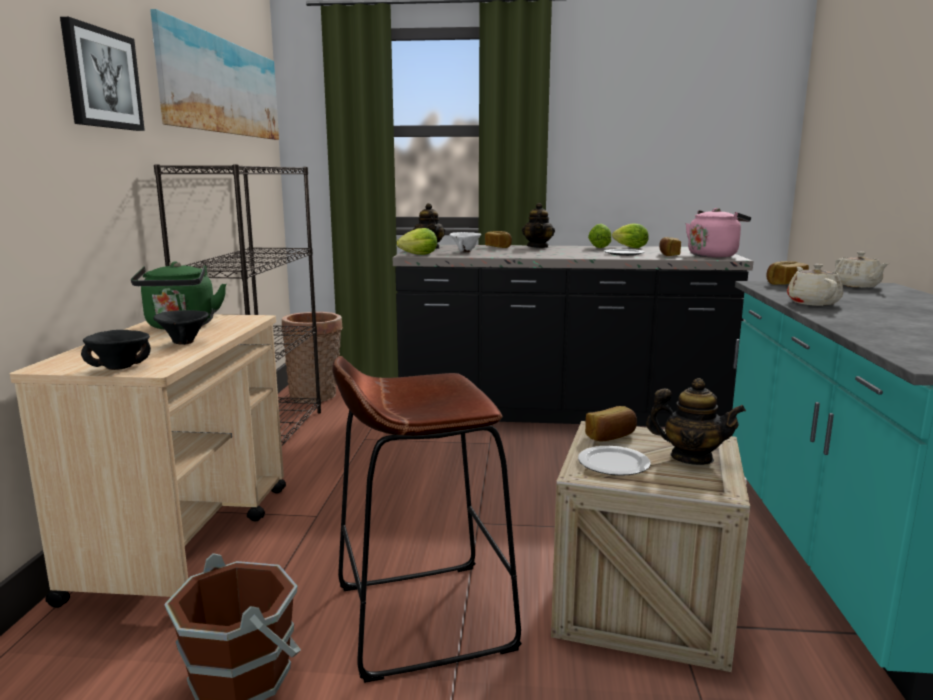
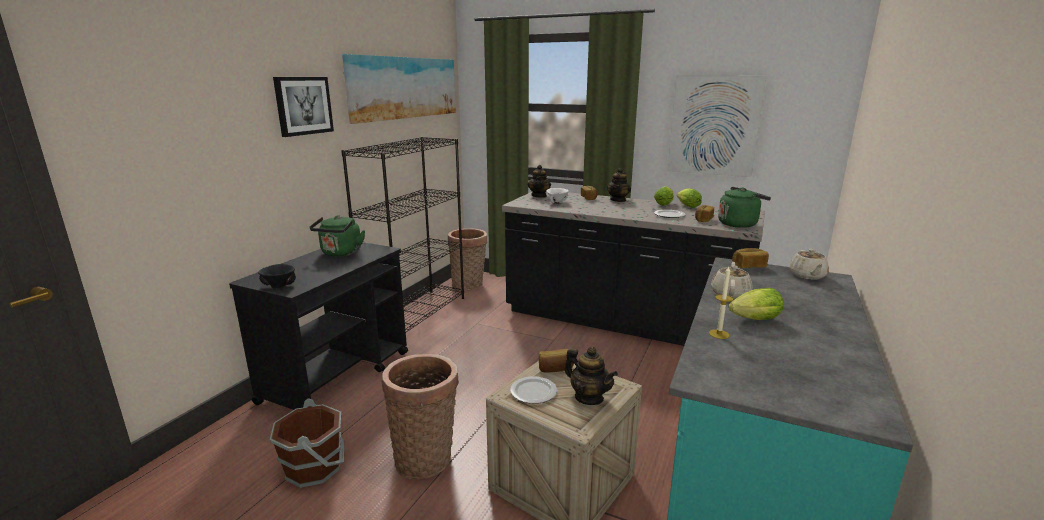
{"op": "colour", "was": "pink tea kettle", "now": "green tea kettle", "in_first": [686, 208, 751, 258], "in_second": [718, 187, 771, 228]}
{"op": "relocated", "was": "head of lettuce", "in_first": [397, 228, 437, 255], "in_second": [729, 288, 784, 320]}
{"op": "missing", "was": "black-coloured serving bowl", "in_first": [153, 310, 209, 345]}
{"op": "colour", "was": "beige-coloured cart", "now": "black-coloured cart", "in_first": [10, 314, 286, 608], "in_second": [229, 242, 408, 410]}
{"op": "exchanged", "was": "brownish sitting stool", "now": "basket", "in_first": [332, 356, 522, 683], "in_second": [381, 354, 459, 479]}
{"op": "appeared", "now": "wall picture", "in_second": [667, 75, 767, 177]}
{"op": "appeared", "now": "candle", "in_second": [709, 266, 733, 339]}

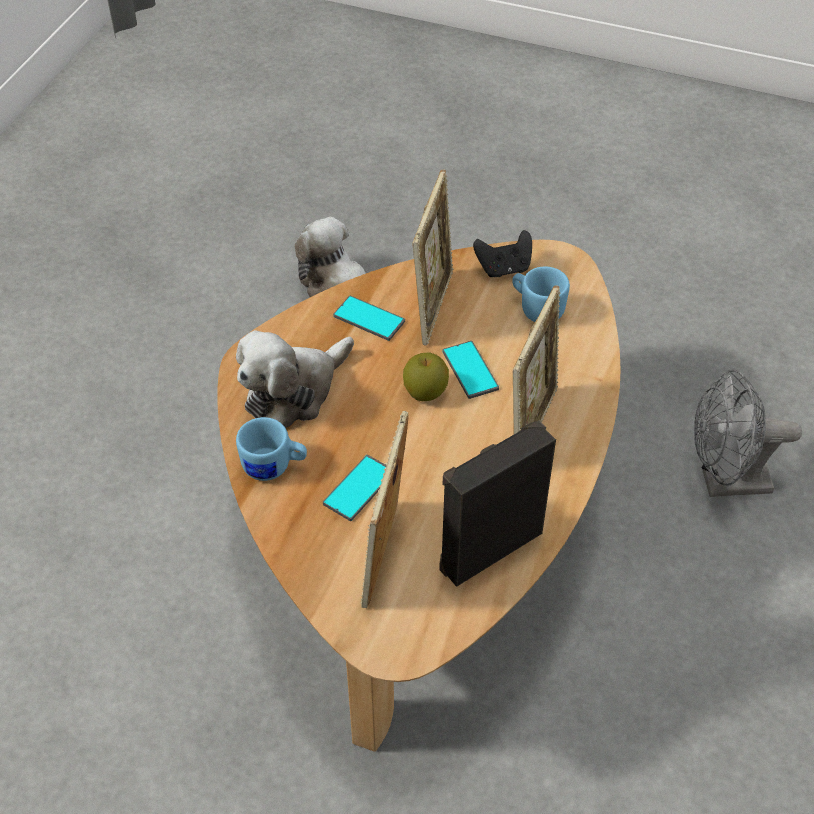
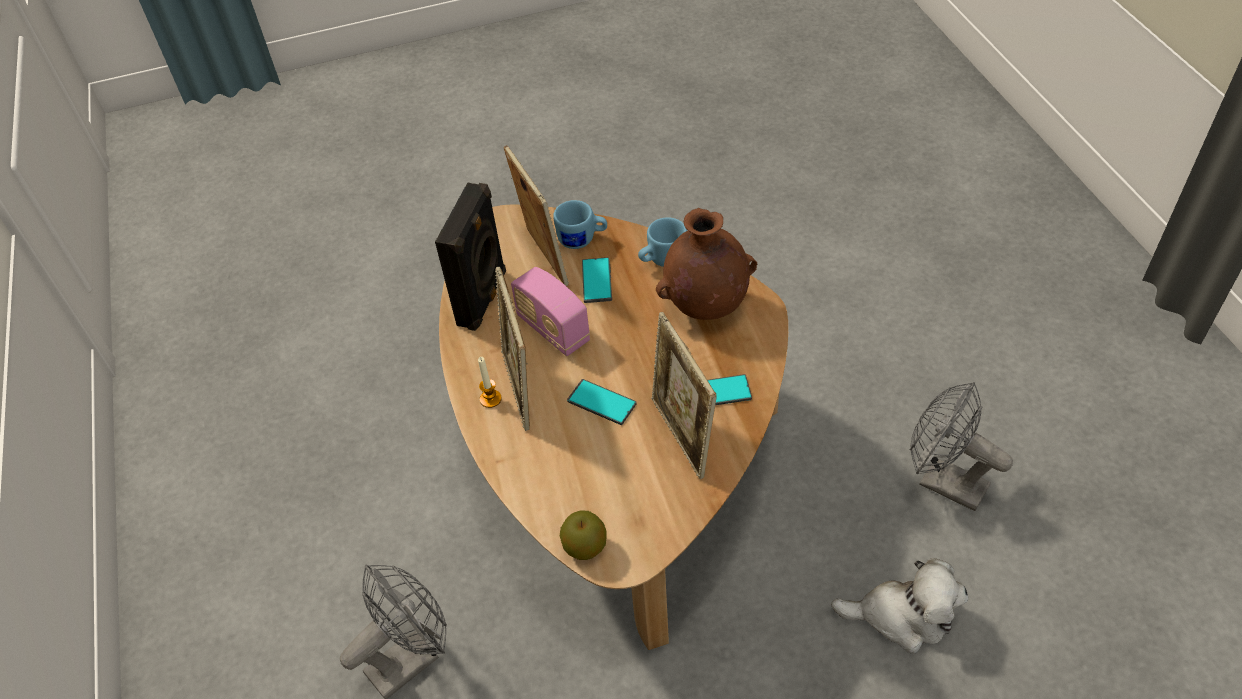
{"op": "missing", "was": "black-coloured gamepad", "in_first": [473, 230, 532, 277]}
{"op": "relocated", "was": "blue-coloured tea mug", "in_first": [512, 267, 570, 322], "in_second": [553, 200, 607, 249]}
{"op": "exchanged", "was": "cuddly toy", "now": "brownish vase", "in_first": [236, 330, 354, 428], "in_second": [656, 208, 757, 320]}
{"op": "relocated", "was": "apple", "in_first": [403, 352, 449, 401], "in_second": [560, 510, 607, 560]}
{"op": "appeared", "now": "radio set", "in_second": [511, 267, 590, 356]}
{"op": "appeared", "now": "candle", "in_second": [478, 357, 502, 408]}
{"op": "appeared", "now": "gray cooling fan", "in_second": [910, 382, 1013, 511]}

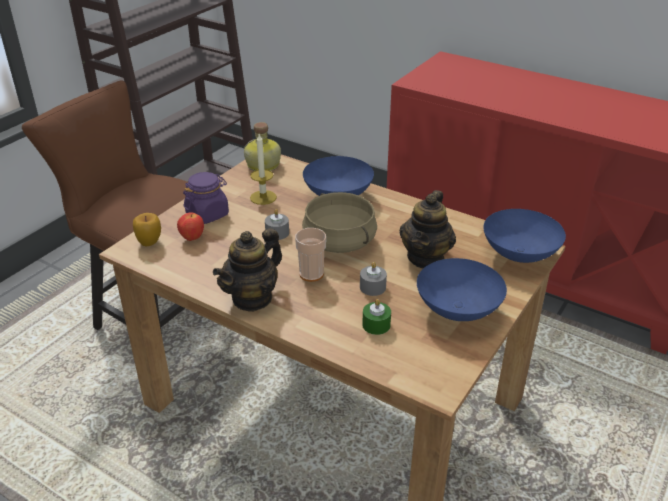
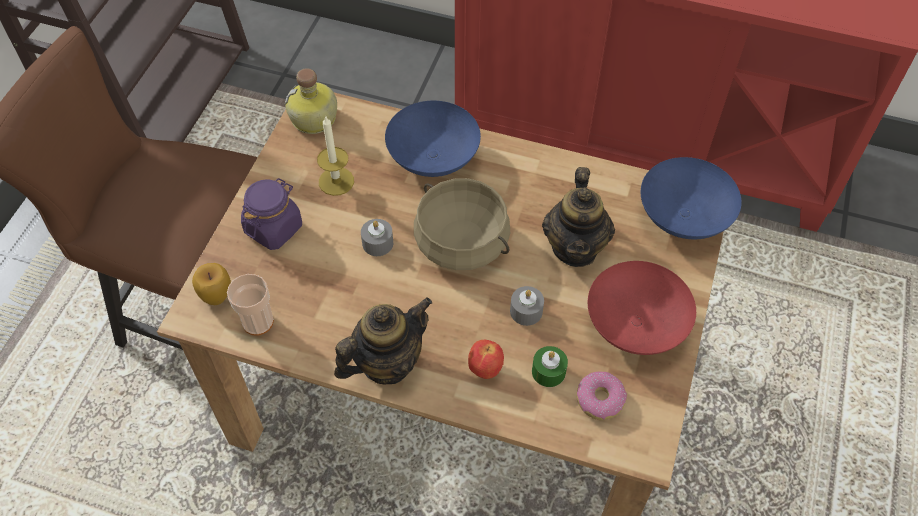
{"op": "relocated", "was": "apple", "in_first": [177, 212, 204, 241], "in_second": [468, 340, 504, 379]}
{"op": "spun", "was": "teapot", "in_first": [213, 228, 282, 312], "in_second": [334, 297, 432, 384], "clockwise": -150}
{"op": "relocated", "was": "drinking cup", "in_first": [295, 228, 326, 282], "in_second": [227, 274, 274, 336]}
{"op": "colour", "was": "blue-coloured serving bowl", "now": "red serving bowl", "in_first": [417, 258, 507, 321], "in_second": [588, 261, 696, 355]}
{"op": "appeared", "now": "doughnut", "in_second": [577, 372, 627, 420]}

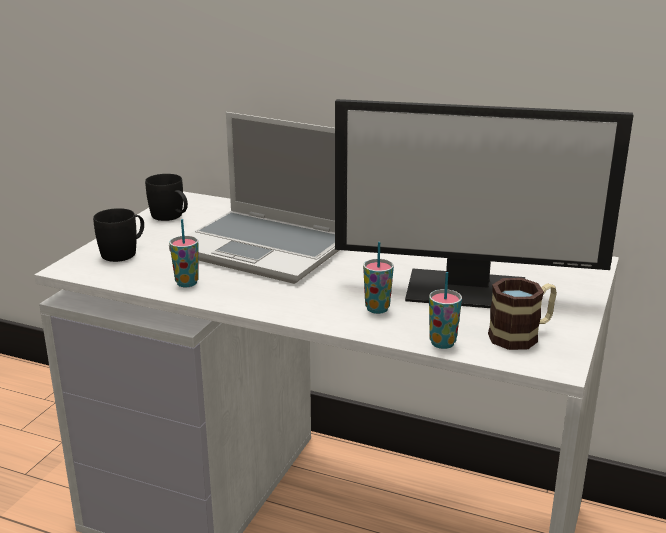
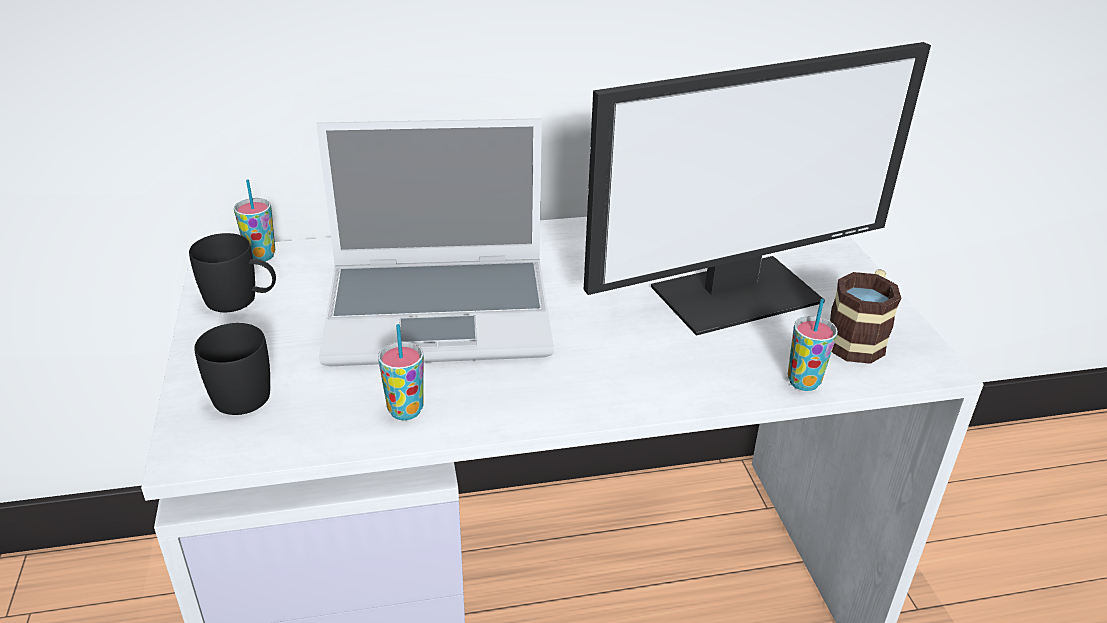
{"op": "relocated", "was": "drinking cup", "in_first": [363, 242, 394, 314], "in_second": [234, 179, 275, 261]}

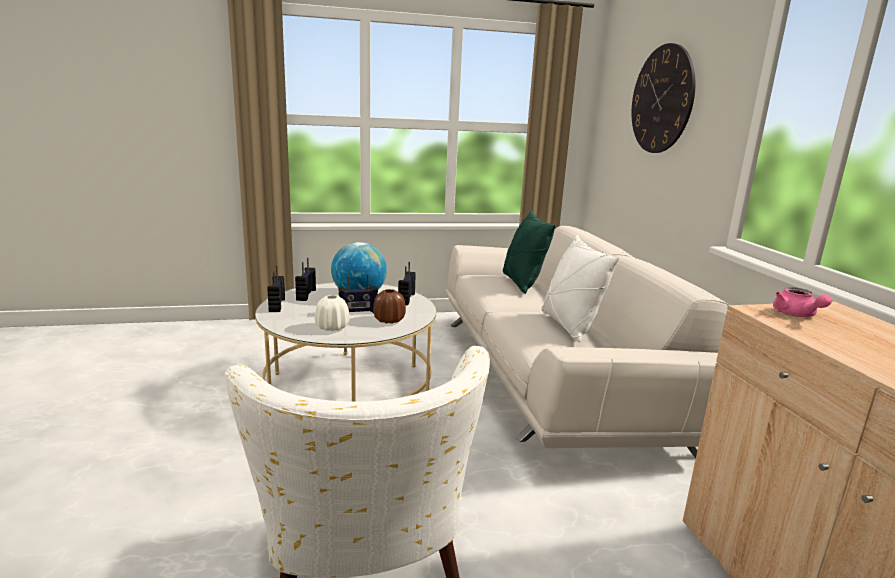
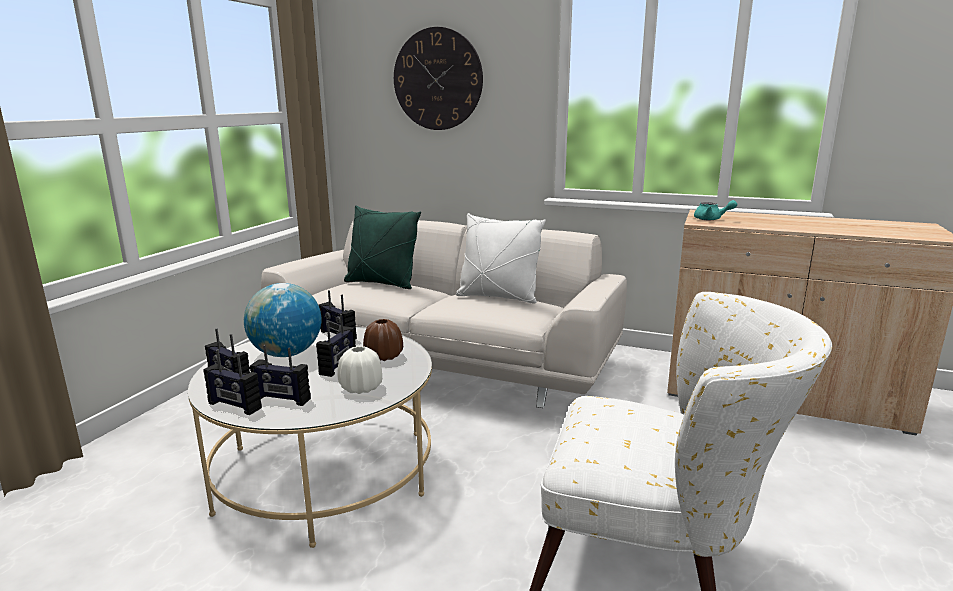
{"op": "colour", "was": "pink teapot", "now": "turquoise teapot", "in_first": [773, 287, 832, 317], "in_second": [694, 200, 737, 220]}
{"op": "appeared", "now": "radio set", "in_second": [250, 345, 311, 406]}

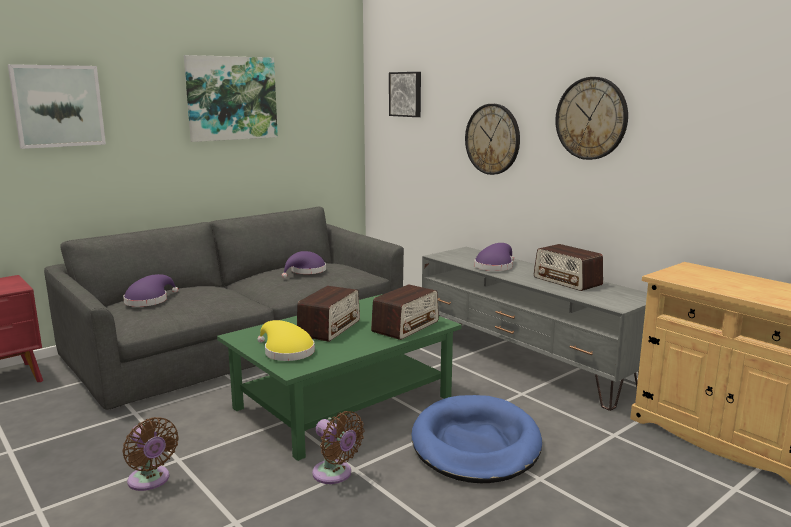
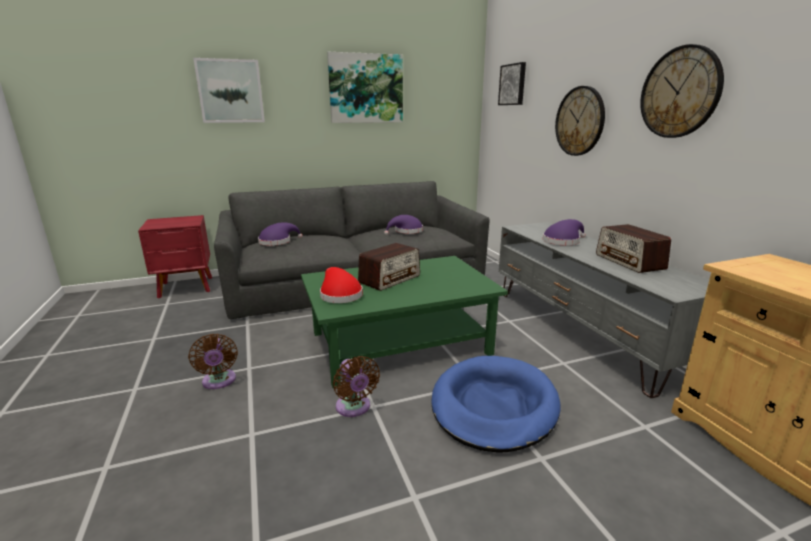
{"op": "missing", "was": "radio set", "in_first": [371, 284, 439, 340]}
{"op": "colour", "was": "yellow hat", "now": "red hat", "in_first": [257, 320, 315, 361], "in_second": [320, 267, 363, 303]}

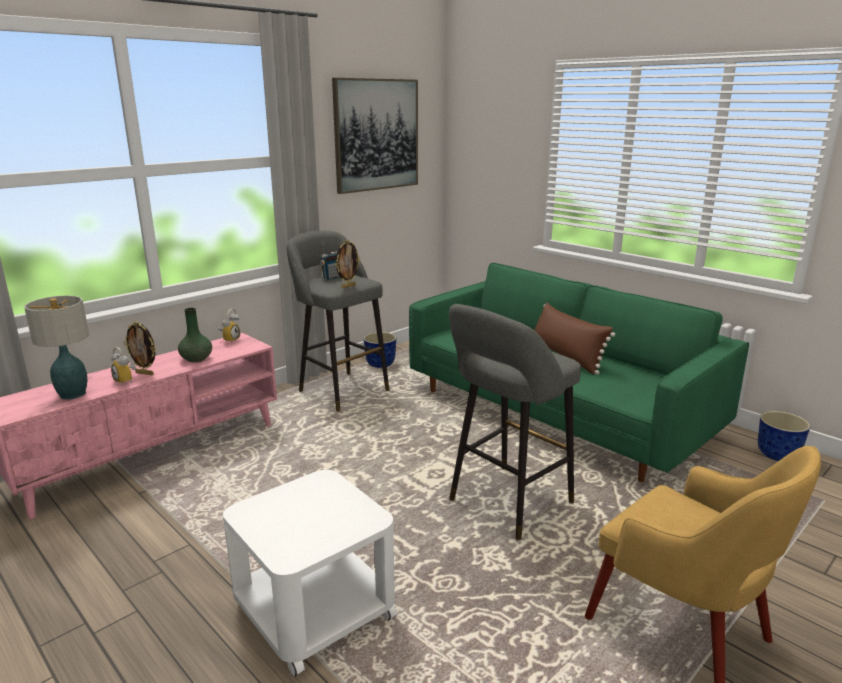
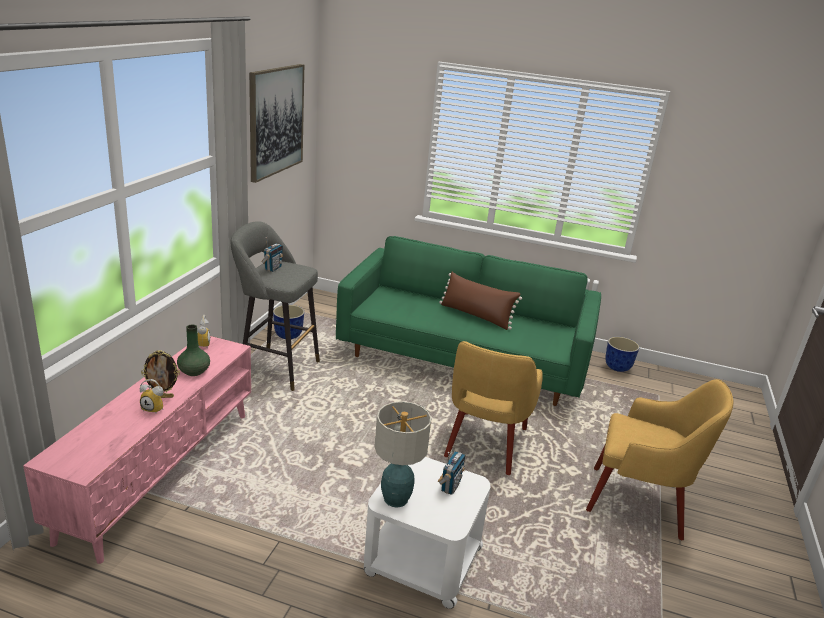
{"op": "missing", "was": "picture frame", "in_first": [335, 240, 360, 288]}
{"op": "relocated", "was": "table lamp", "in_first": [24, 295, 89, 399], "in_second": [374, 401, 431, 508]}
{"op": "exchanged", "was": "gray sitting stool", "now": "yellow armchair", "in_first": [449, 304, 581, 540], "in_second": [444, 341, 543, 475]}
{"op": "appeared", "now": "radio set", "in_second": [438, 451, 465, 495]}

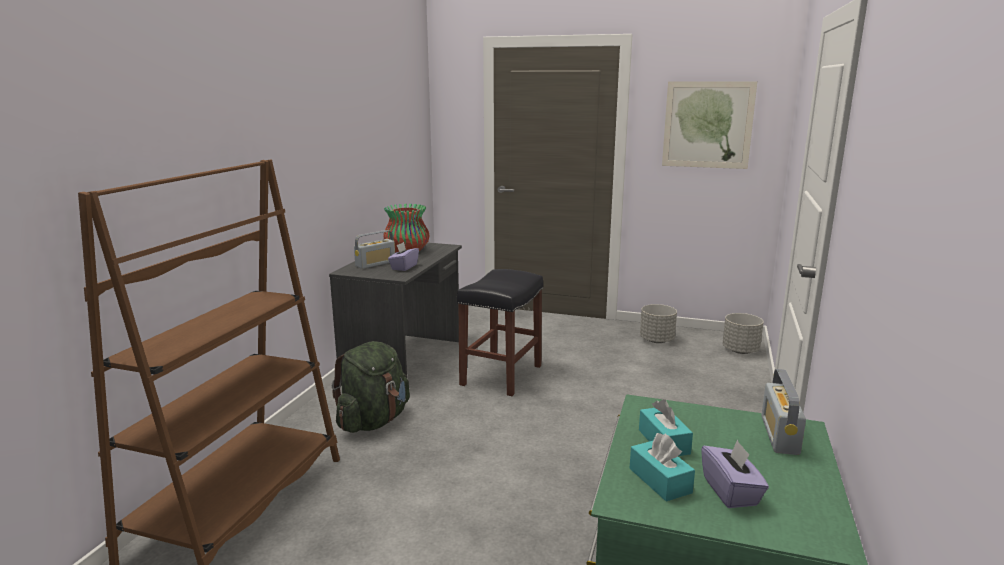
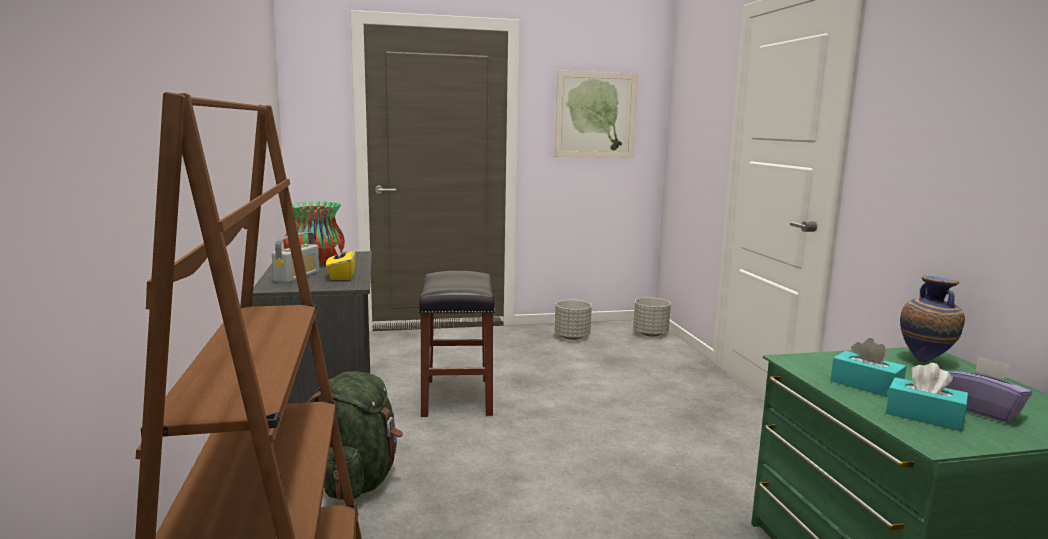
{"op": "colour", "was": "purple-coloured box of tissues", "now": "yellow box of tissues", "in_first": [388, 242, 419, 271], "in_second": [326, 244, 355, 280]}
{"op": "exchanged", "was": "radio set", "now": "vase", "in_first": [762, 369, 806, 455], "in_second": [900, 275, 965, 362]}

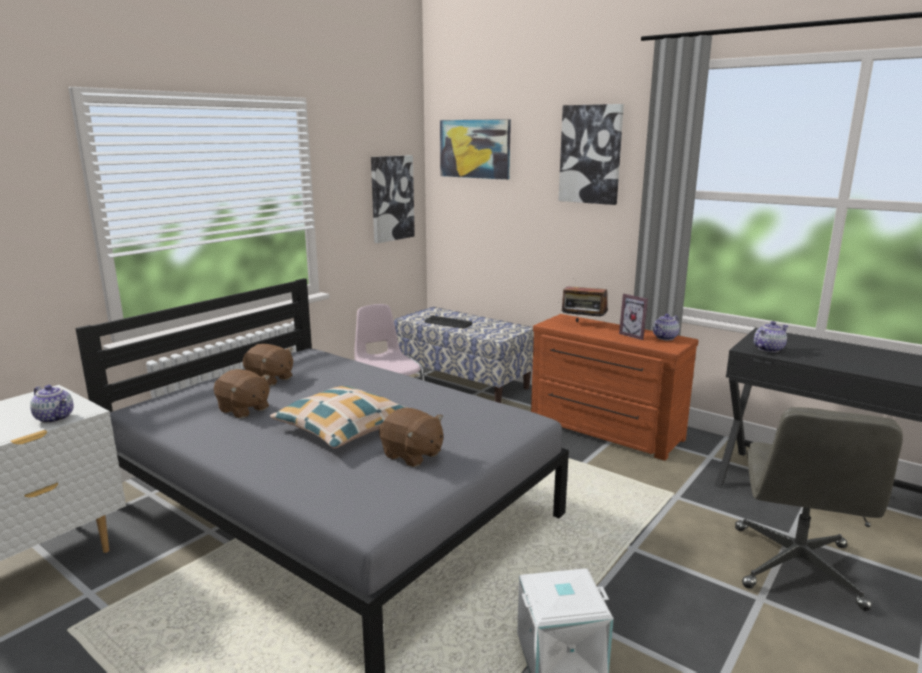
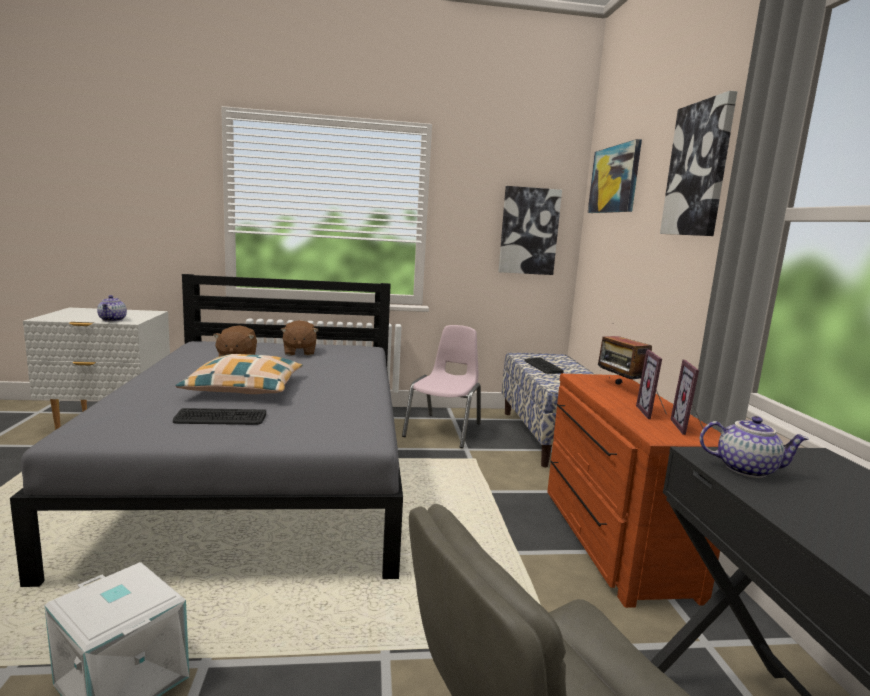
{"op": "exchanged", "was": "teapot", "now": "picture frame", "in_first": [653, 314, 680, 340], "in_second": [670, 360, 703, 435]}
{"op": "exchanged", "was": "brownish cuddly toy", "now": "PC keyboard", "in_first": [379, 408, 443, 467], "in_second": [173, 408, 266, 425]}

